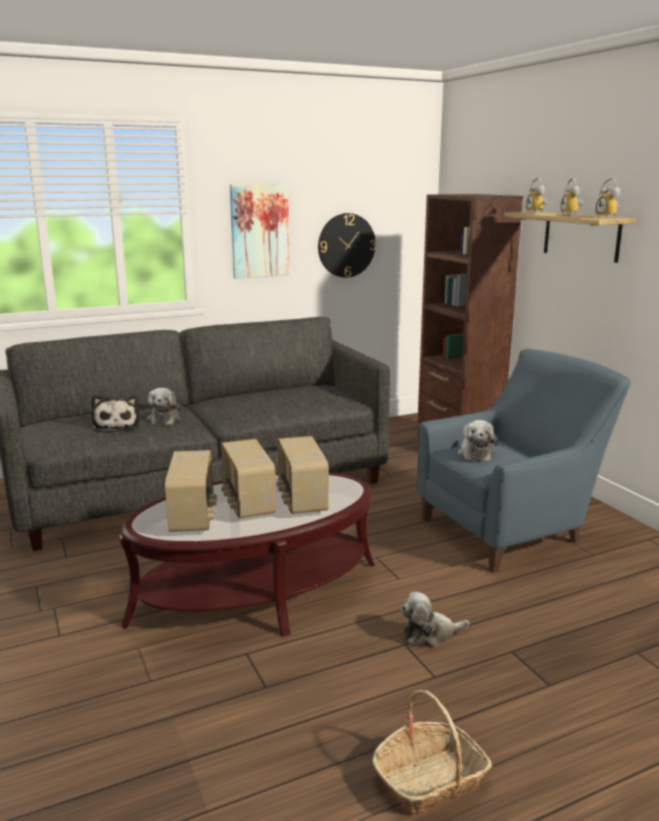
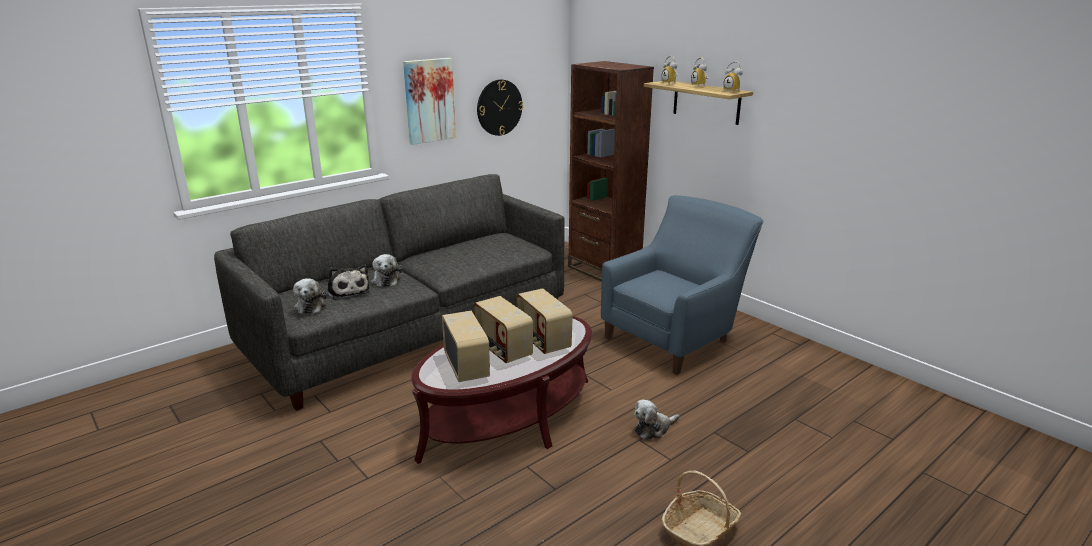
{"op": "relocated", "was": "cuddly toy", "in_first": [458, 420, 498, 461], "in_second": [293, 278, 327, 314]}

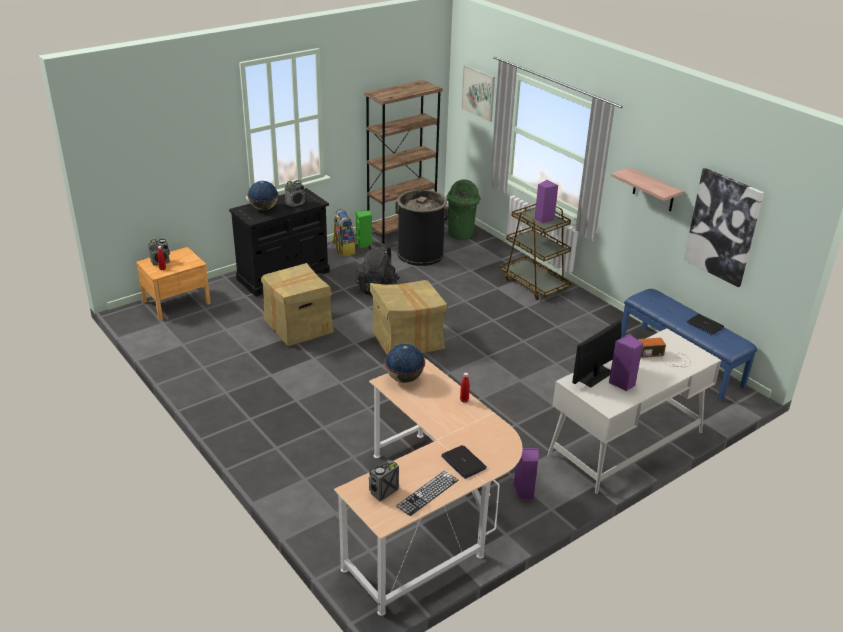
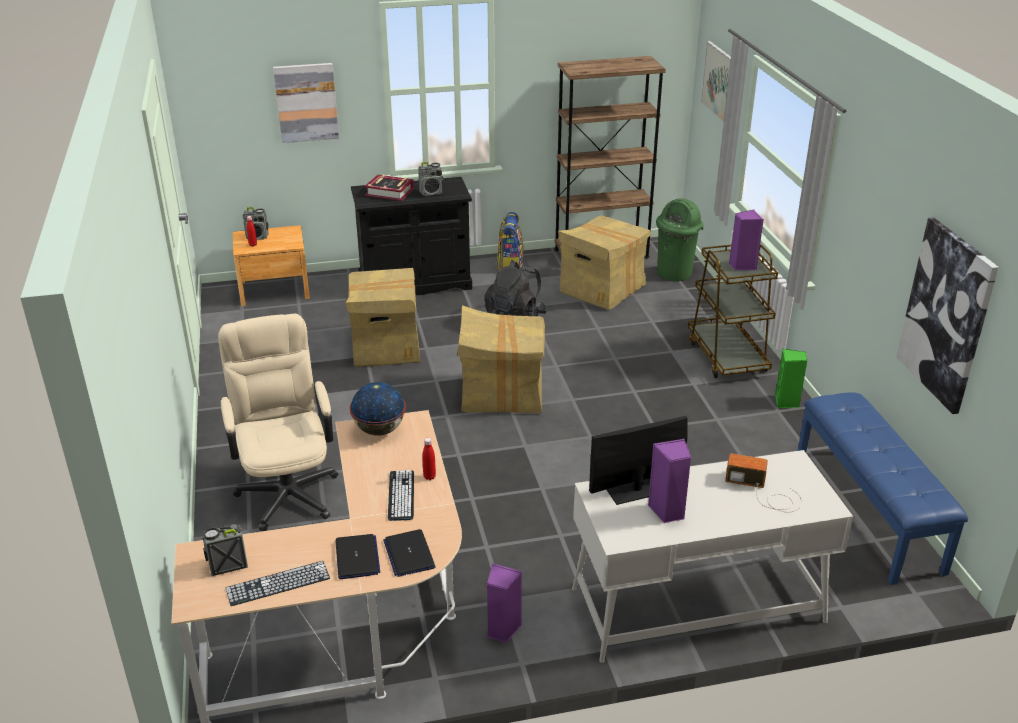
{"op": "missing", "was": "wall shelf", "in_first": [611, 167, 683, 211]}
{"op": "exchanged", "was": "desk globe", "now": "bound book", "in_first": [247, 181, 278, 210], "in_second": [364, 175, 414, 201]}
{"op": "exchanged", "was": "black-coloured trash can", "now": "packing box", "in_first": [395, 190, 449, 266], "in_second": [558, 216, 651, 310]}
{"op": "relocated", "was": "green loudspeaker", "in_first": [356, 210, 372, 248], "in_second": [775, 349, 808, 409]}
{"op": "relocated", "was": "notebook computer", "in_first": [687, 314, 724, 335], "in_second": [383, 529, 436, 577]}
{"op": "appeared", "now": "wall picture", "in_second": [273, 63, 339, 143]}
{"op": "appeared", "now": "beige-coloured desk chair", "in_second": [218, 314, 338, 531]}
{"op": "appeared", "now": "PC keyboard", "in_second": [388, 470, 414, 521]}

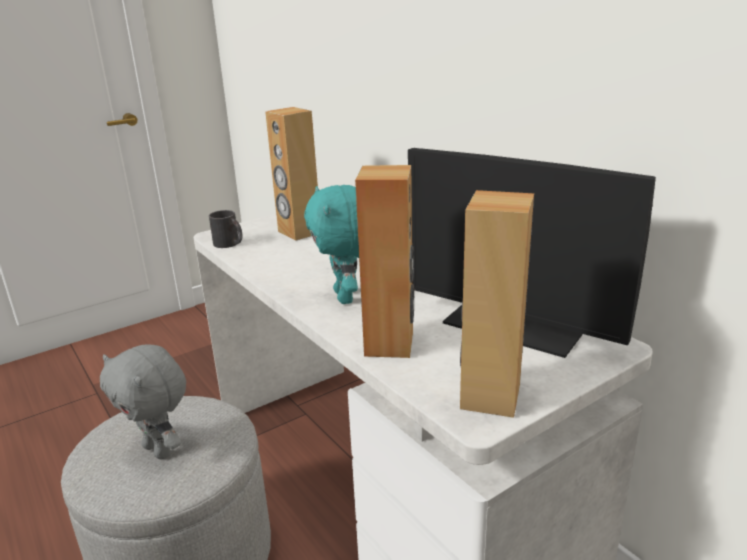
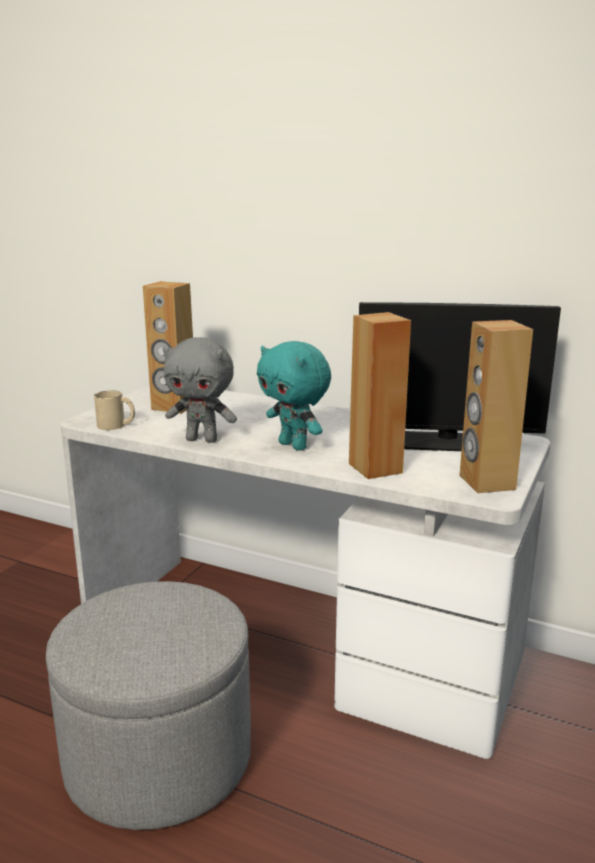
{"op": "colour", "was": "black-coloured tea mug", "now": "beige-coloured tea mug", "in_first": [209, 210, 242, 248], "in_second": [94, 390, 135, 430]}
{"op": "relocated", "was": "gray cuddly toy", "in_first": [100, 345, 186, 460], "in_second": [163, 337, 237, 443]}

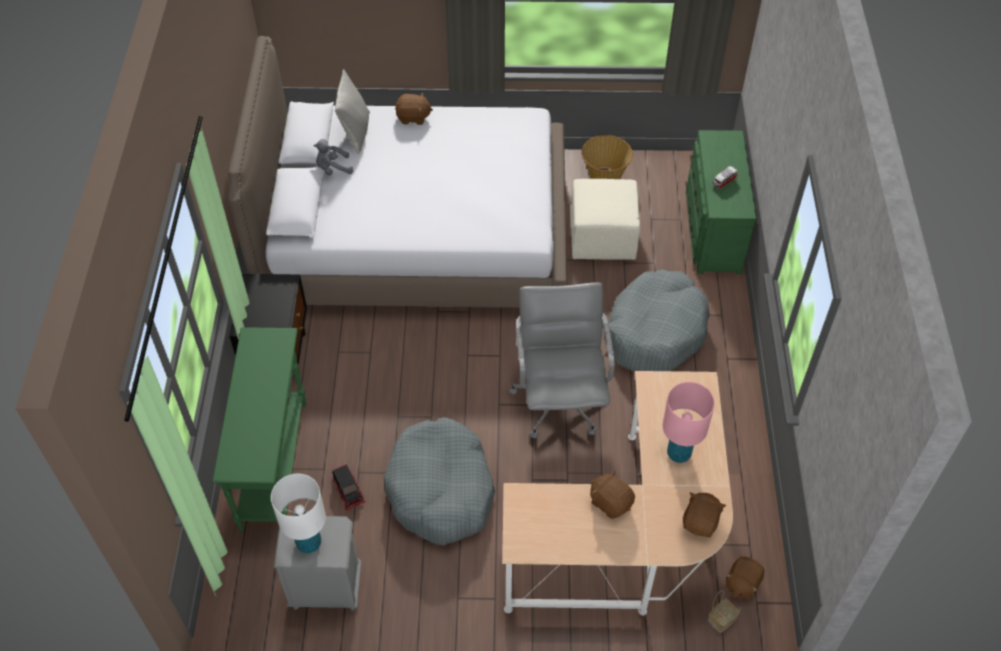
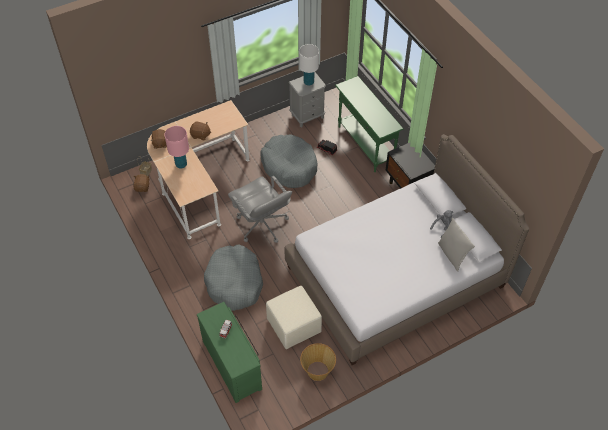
{"op": "missing", "was": "brownish cuddly toy", "in_first": [395, 93, 433, 125]}

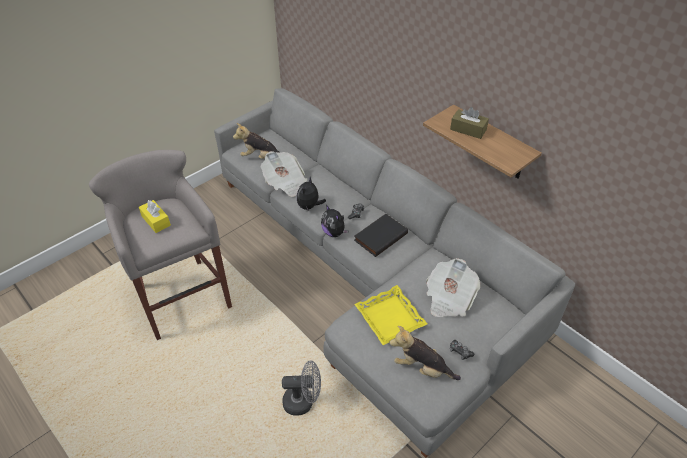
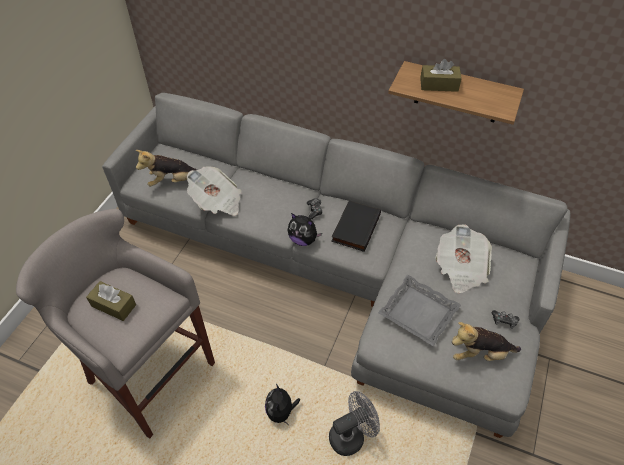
{"op": "relocated", "was": "cuddly toy", "in_first": [297, 177, 326, 211], "in_second": [265, 384, 301, 425]}
{"op": "colour", "was": "yellow box of tissues", "now": "brownish box of tissues", "in_first": [139, 200, 171, 233], "in_second": [86, 281, 136, 321]}
{"op": "colour", "was": "yellow carrying tray", "now": "gray carrying tray", "in_first": [355, 285, 427, 345], "in_second": [378, 274, 461, 347]}

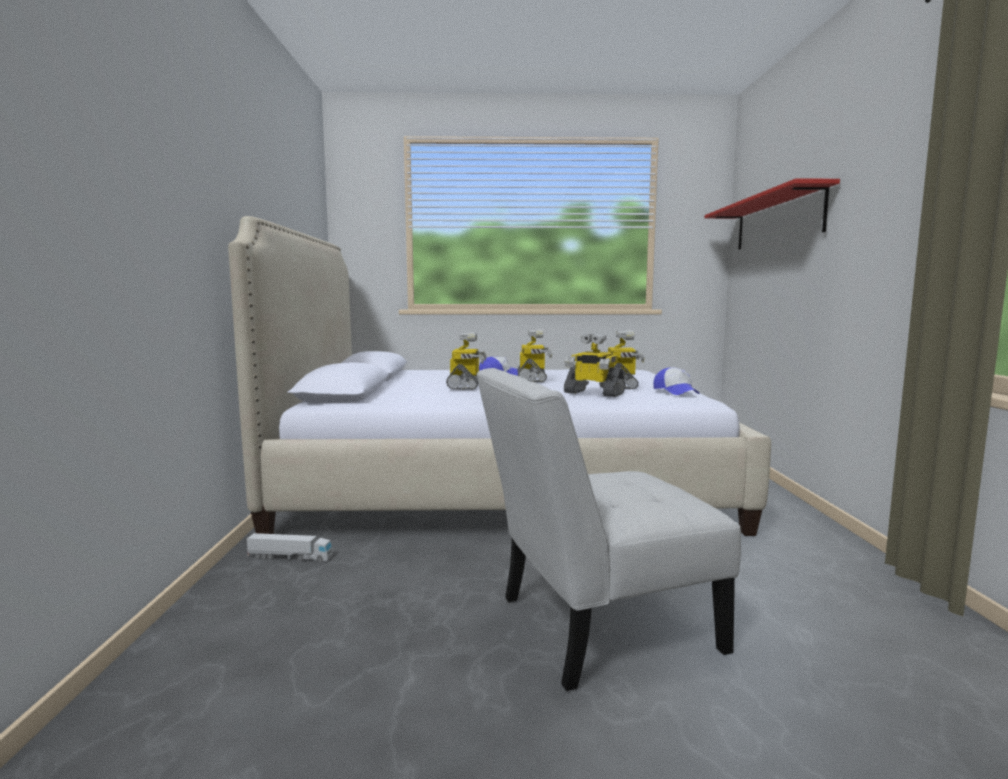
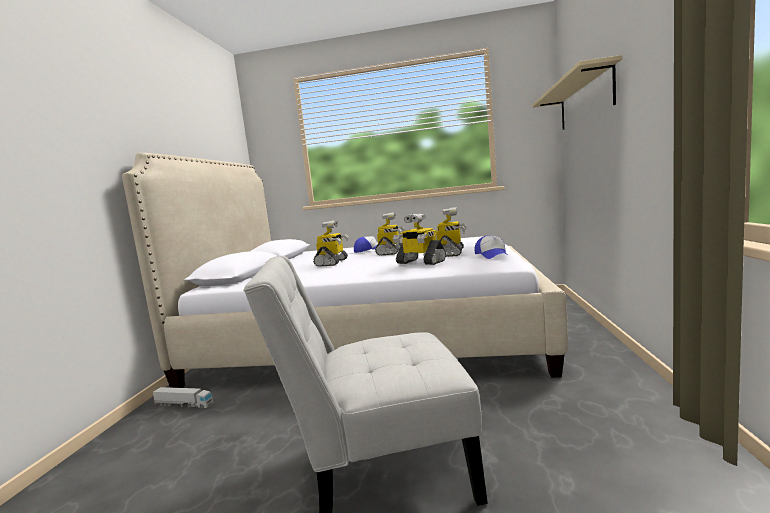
{"op": "colour", "was": "red wall shelf", "now": "beige-coloured wall shelf", "in_first": [705, 178, 840, 250], "in_second": [532, 55, 622, 130]}

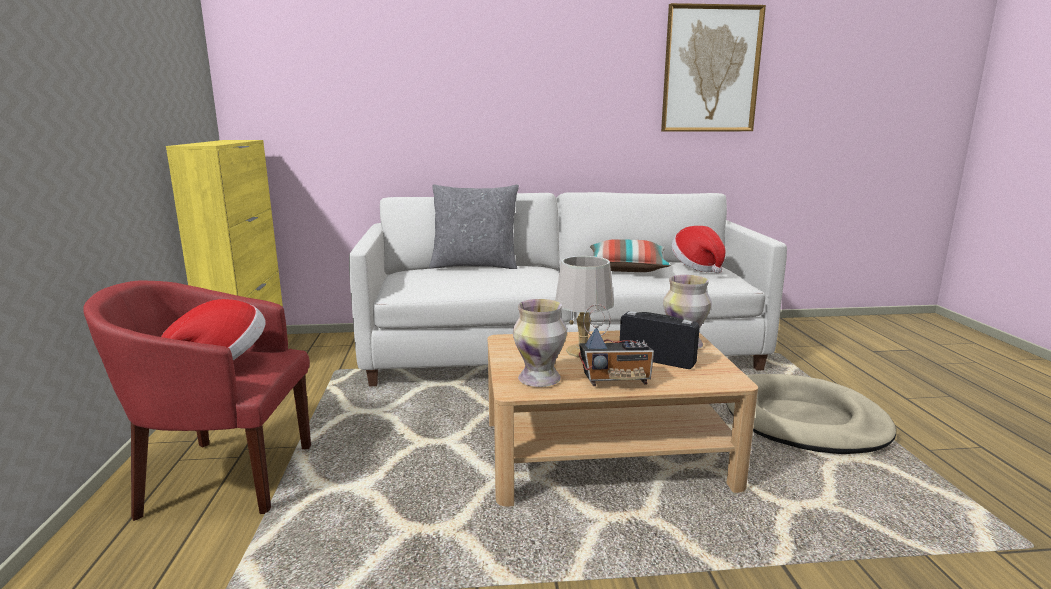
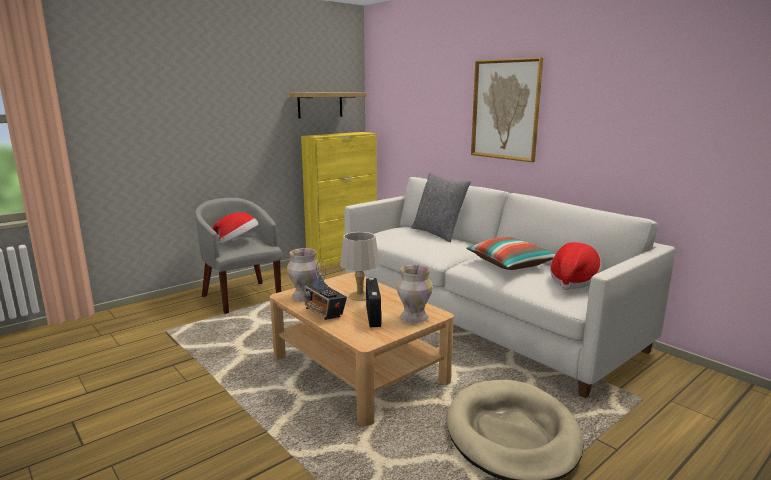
{"op": "relocated", "was": "wall picture", "in_first": [661, 3, 766, 132], "in_second": [471, 57, 543, 162]}
{"op": "colour", "was": "red armchair", "now": "gray armchair", "in_first": [83, 280, 311, 521], "in_second": [195, 198, 282, 314]}
{"op": "appeared", "now": "wall shelf", "in_second": [289, 92, 366, 119]}

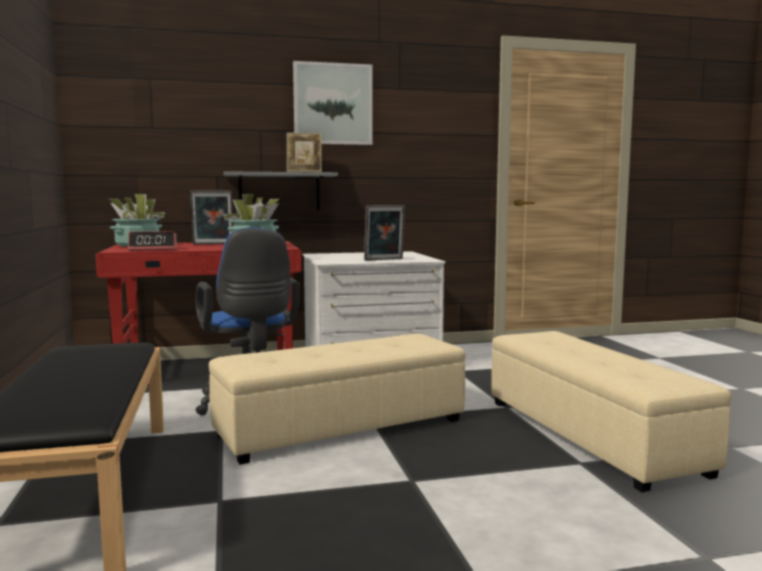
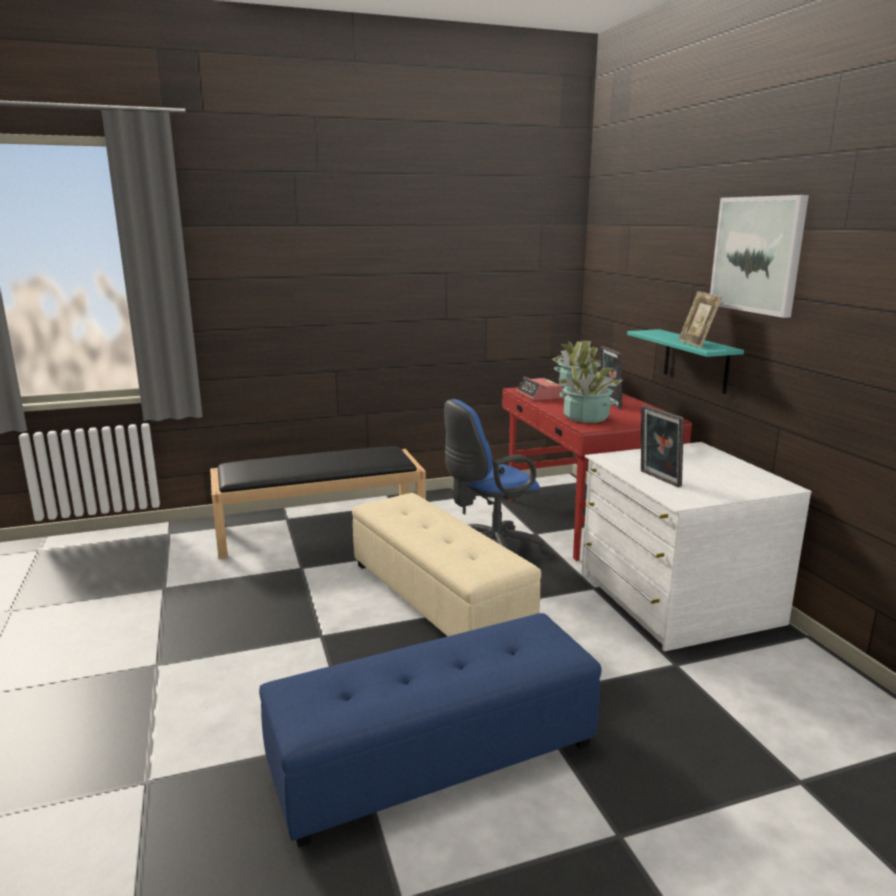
{"op": "colour", "was": "gray wall shelf", "now": "turquoise wall shelf", "in_first": [224, 171, 338, 210], "in_second": [627, 329, 744, 394]}
{"op": "colour", "was": "beige-coloured ottoman", "now": "blue-coloured ottoman", "in_first": [491, 331, 732, 492], "in_second": [259, 613, 601, 847]}

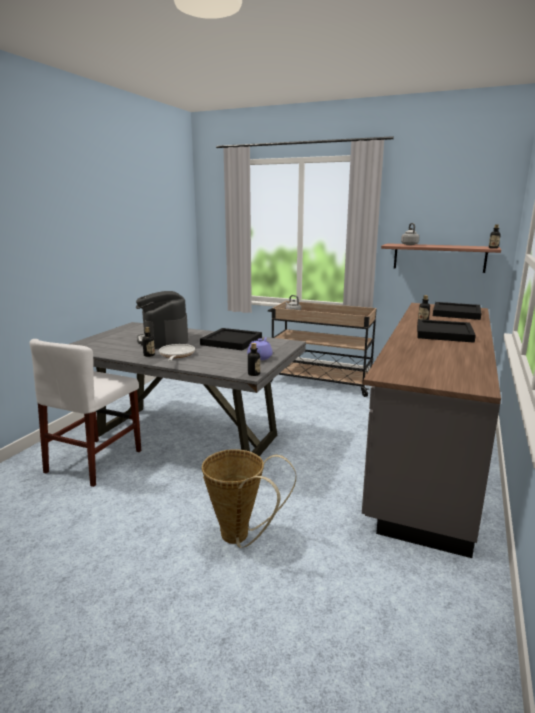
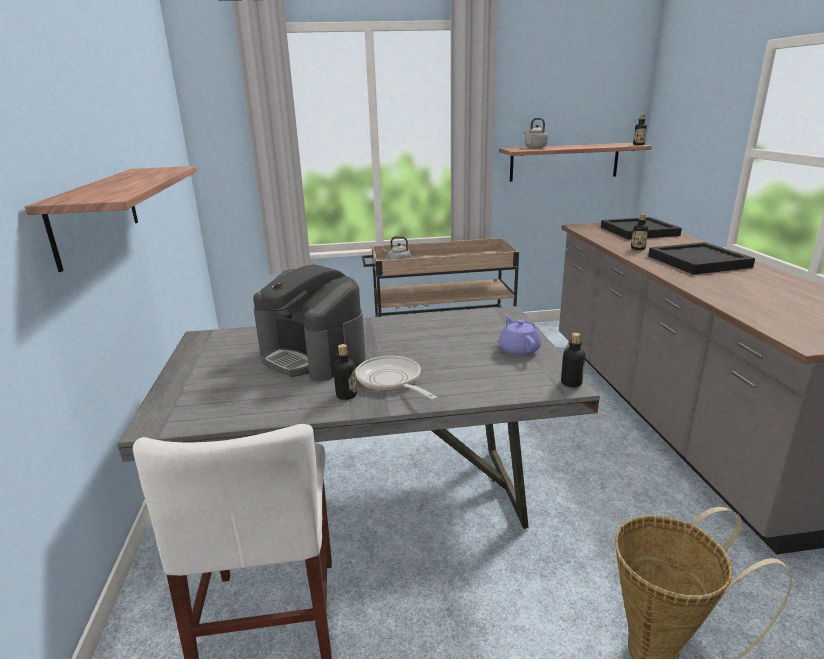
{"op": "missing", "was": "black-coloured carrying tray", "in_first": [200, 328, 262, 351]}
{"op": "appeared", "now": "wall shelf", "in_second": [25, 166, 197, 272]}

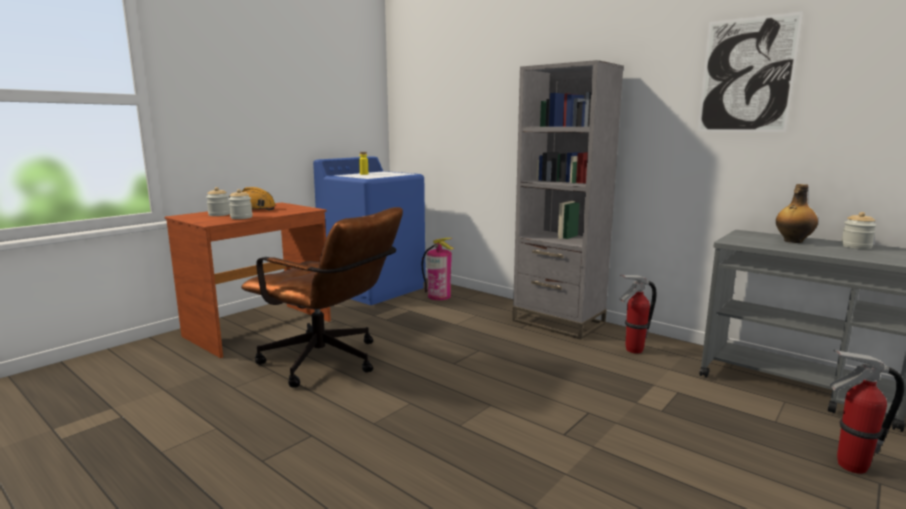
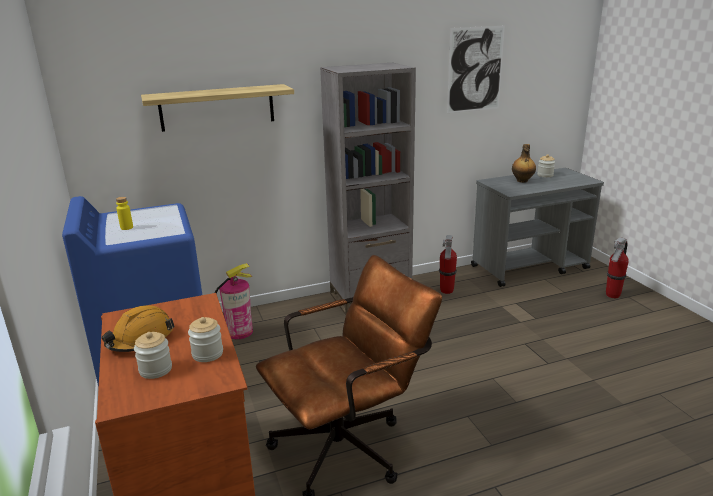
{"op": "appeared", "now": "wall shelf", "in_second": [141, 84, 294, 132]}

